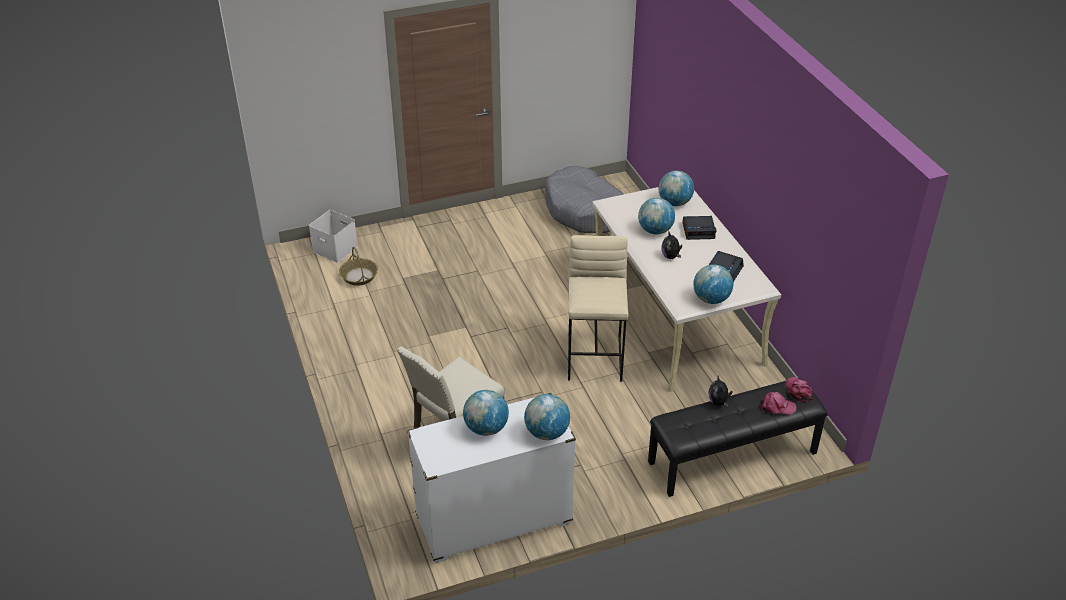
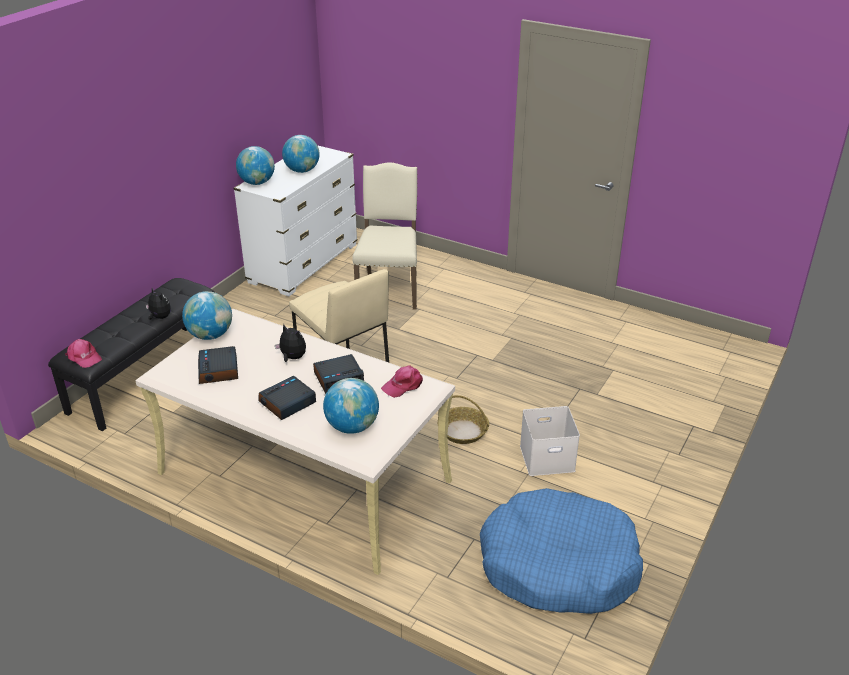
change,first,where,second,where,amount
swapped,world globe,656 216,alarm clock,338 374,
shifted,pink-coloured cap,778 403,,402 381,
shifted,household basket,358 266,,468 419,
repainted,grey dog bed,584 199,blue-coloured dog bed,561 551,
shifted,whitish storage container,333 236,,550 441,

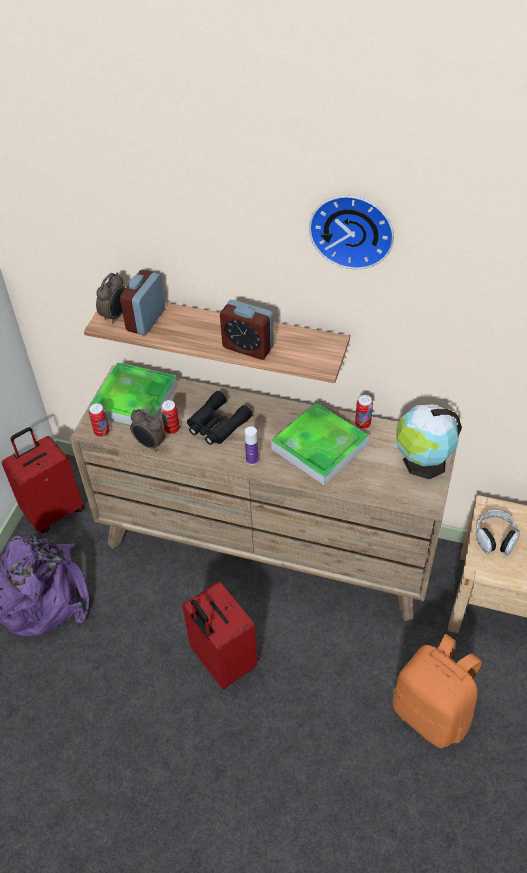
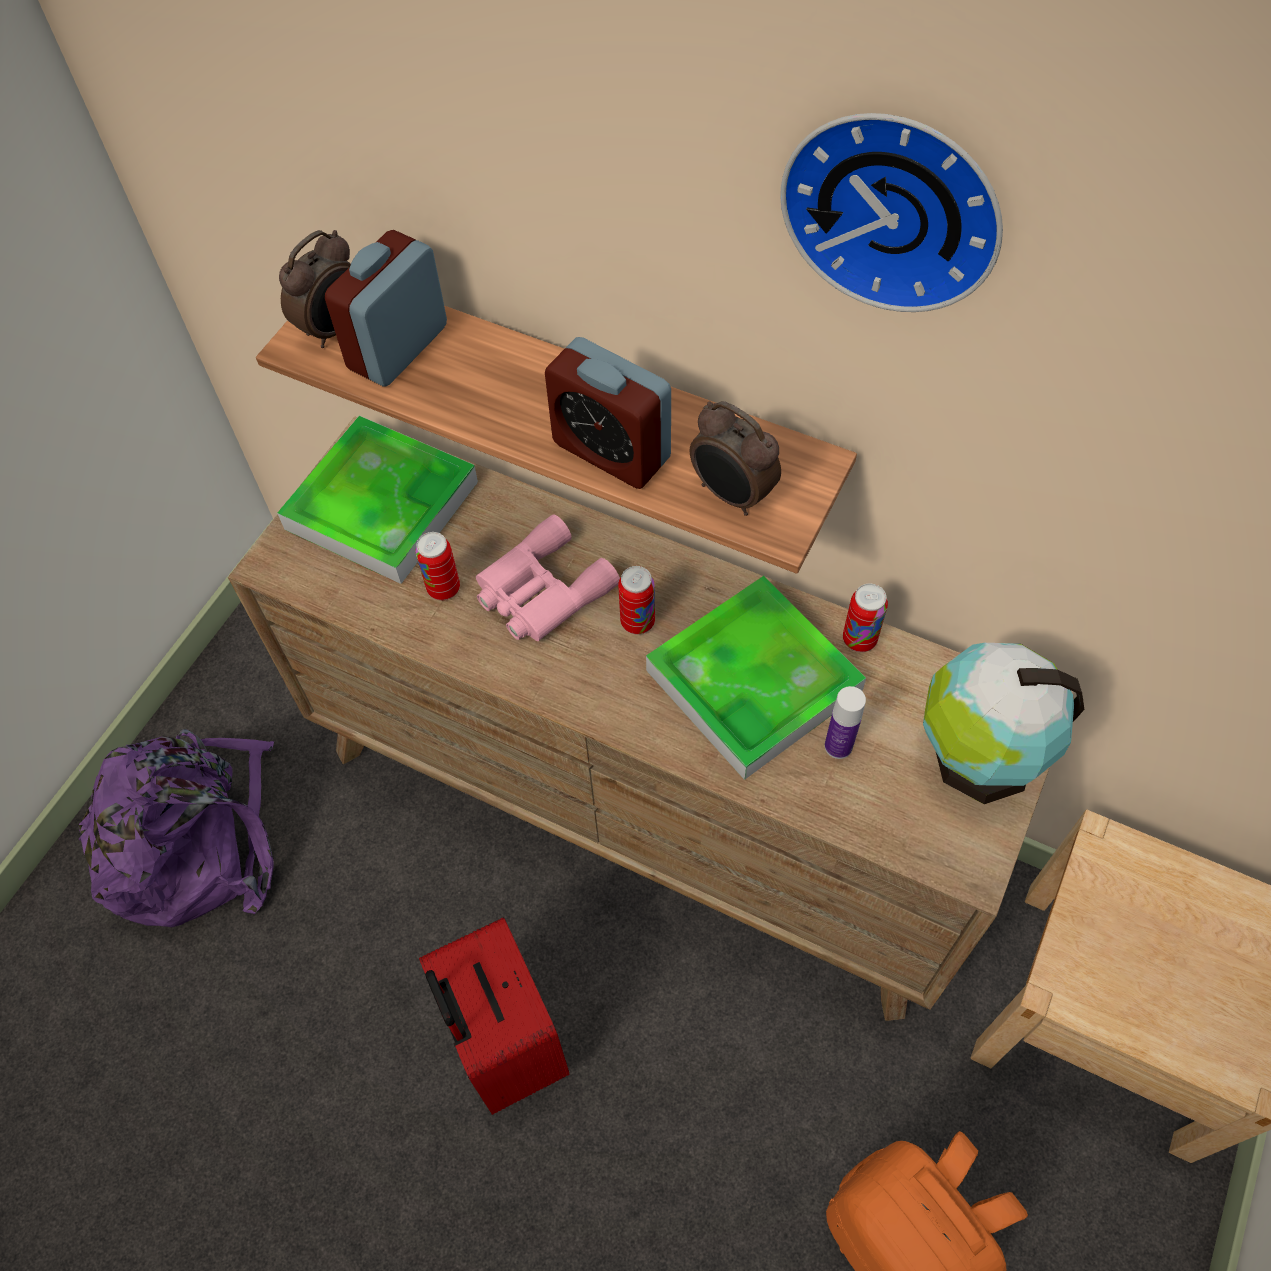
change,first,where,second,where,amount
repainted,black-coloured binoculars,220 418,pink-coloured binoculars,548 577,
shifted,sealed can,99 420,,636 600,
shifted,alarm clock,148 430,,735 458,
shifted,beverage bottle,251 445,,845 722,
gone,red piece of luggage,43 480,,,
gone,headset,497 532,,,

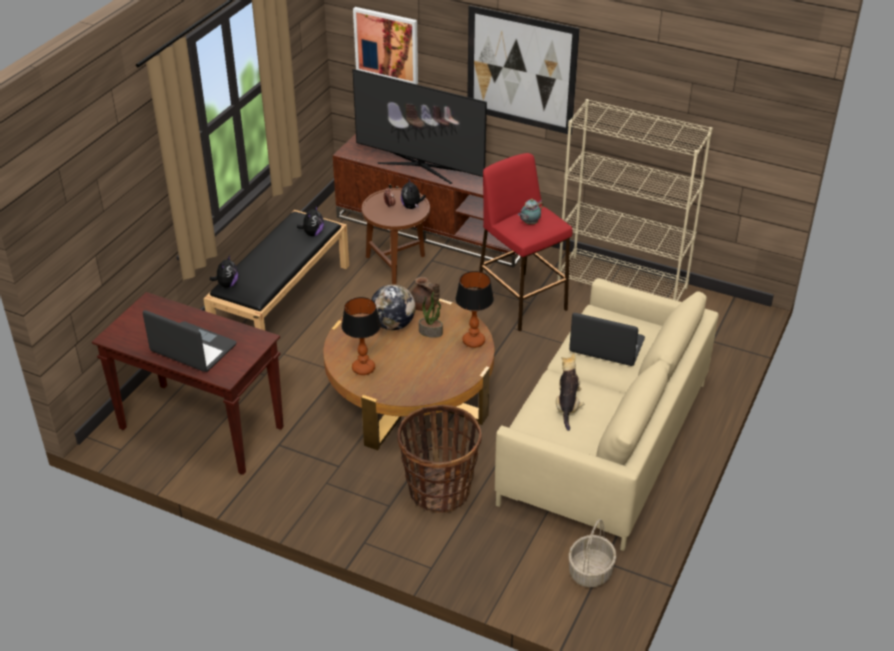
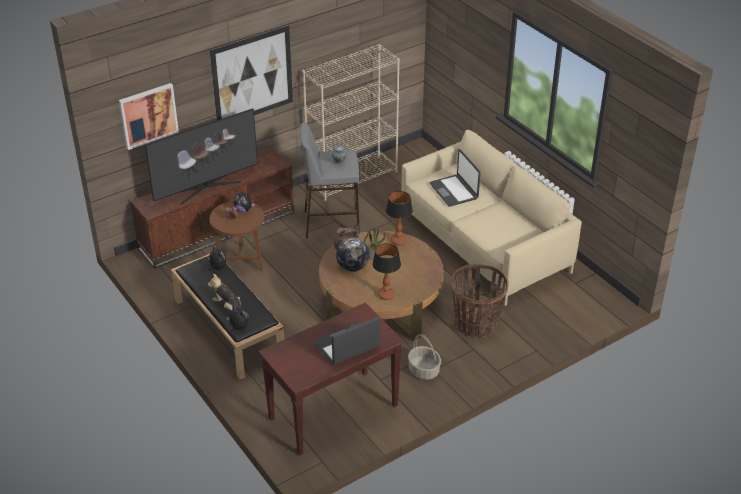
change,first,where,second,where,amount
shifted,cuddly toy,570 392,,228 295,
repainted,red stool seat,525 242,grey stool seat,330 180,
shifted,household basket,592 553,,424 357,
rotated,laptop,607 339,,455 178,75 degrees counterclockwise

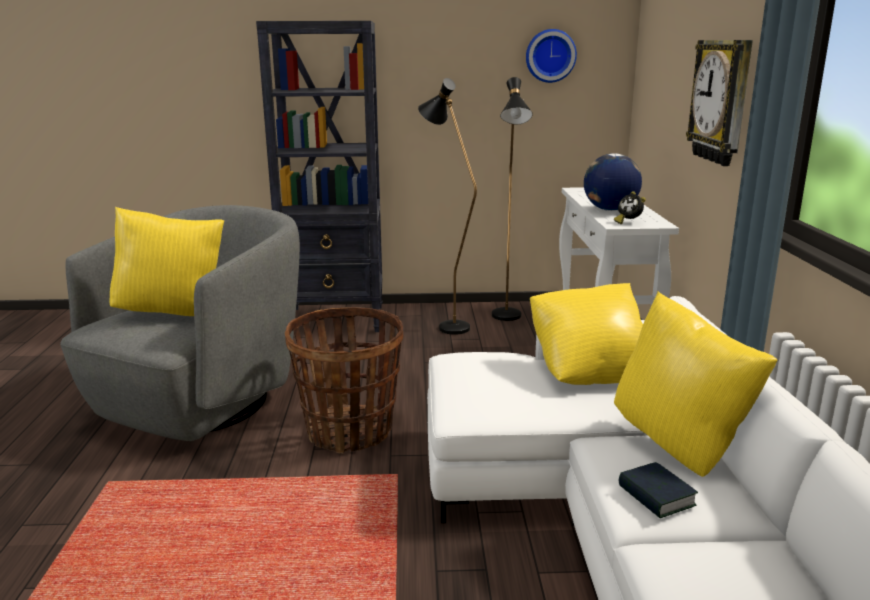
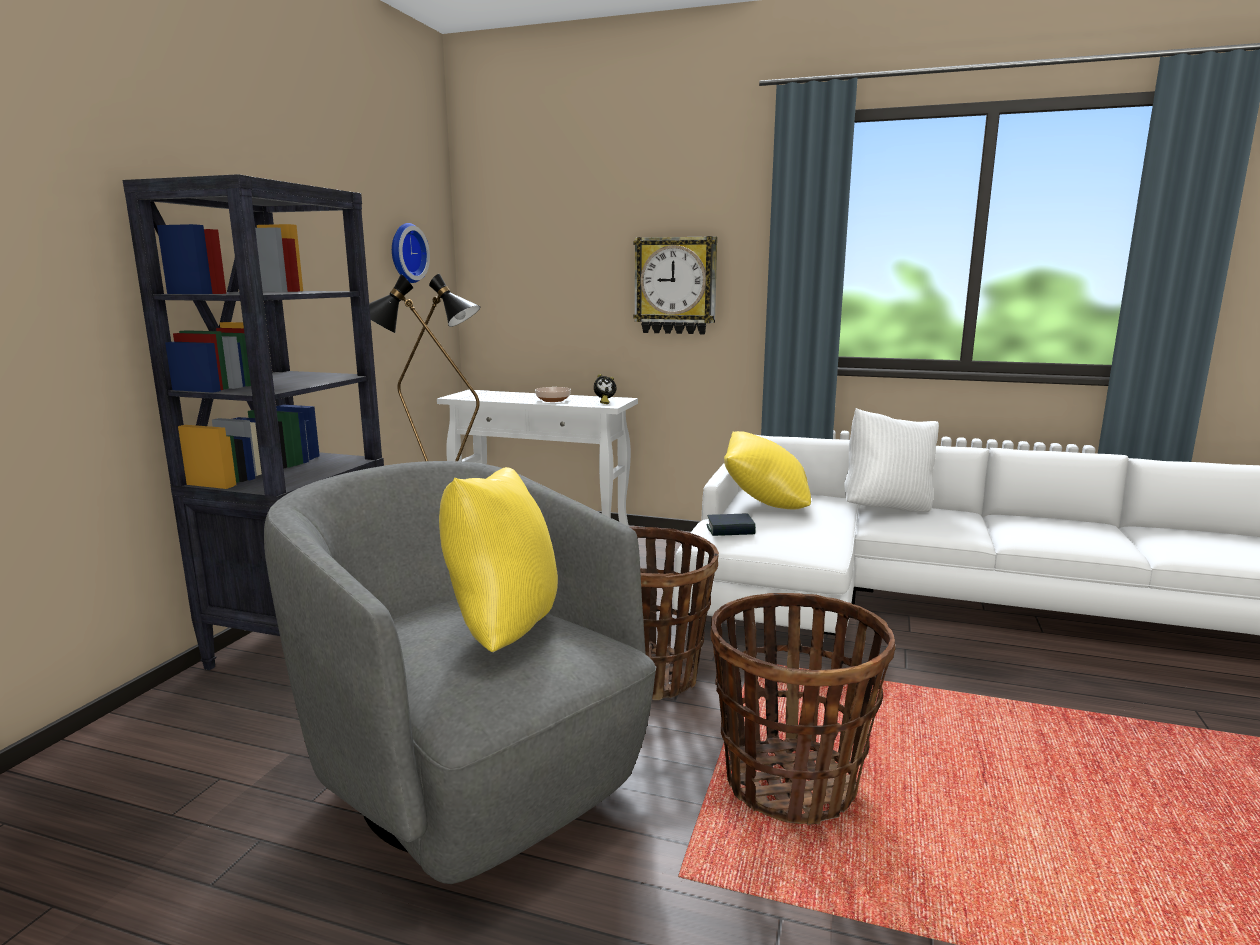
change,first,where,second,where,amount
swapped,world globe,613 182,deep dish,553 394,
shifted,book,658 490,,731 525,
new,,,household basket,802 709,
repainted,yellow-coloured pillow,696 384,whitish pillow,891 460,

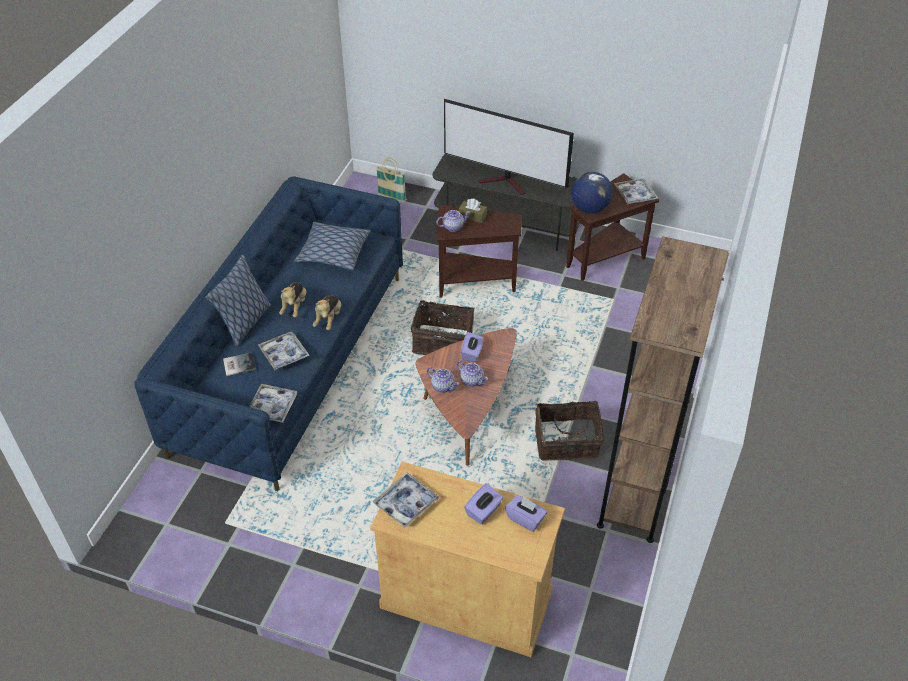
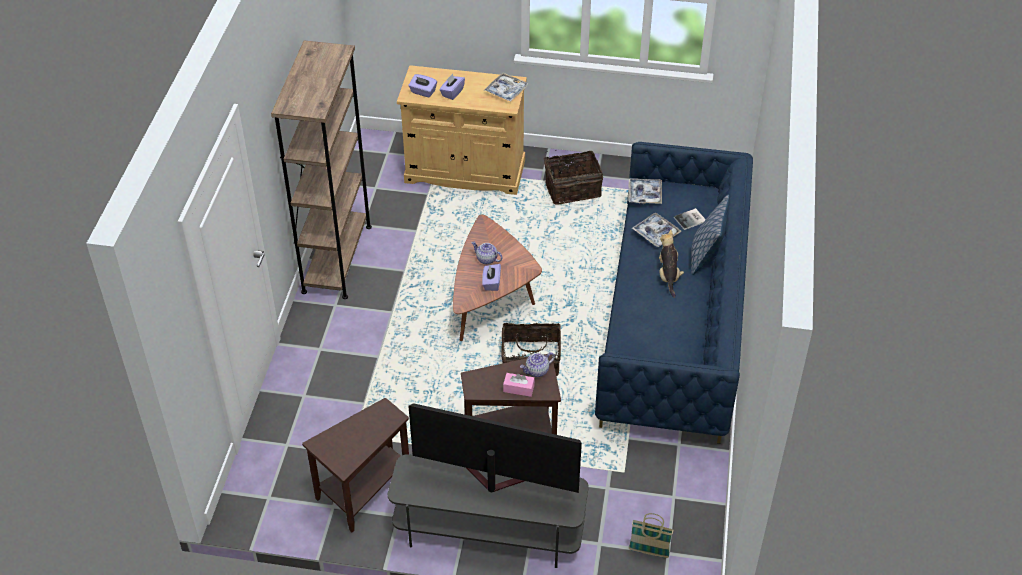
change,first,where,second,where,amount
repainted,brown box of tissues,473 211,pink-coloured box of tissues,519 385,
shifted,household basket,569 431,,573 178,
gone,pillow,332 246,,,
gone,cuddly toy,327 312,,,
gone,tea pot,443 380,,,
gone,world globe,592 193,,,
gone,carrying tray,636 191,,,

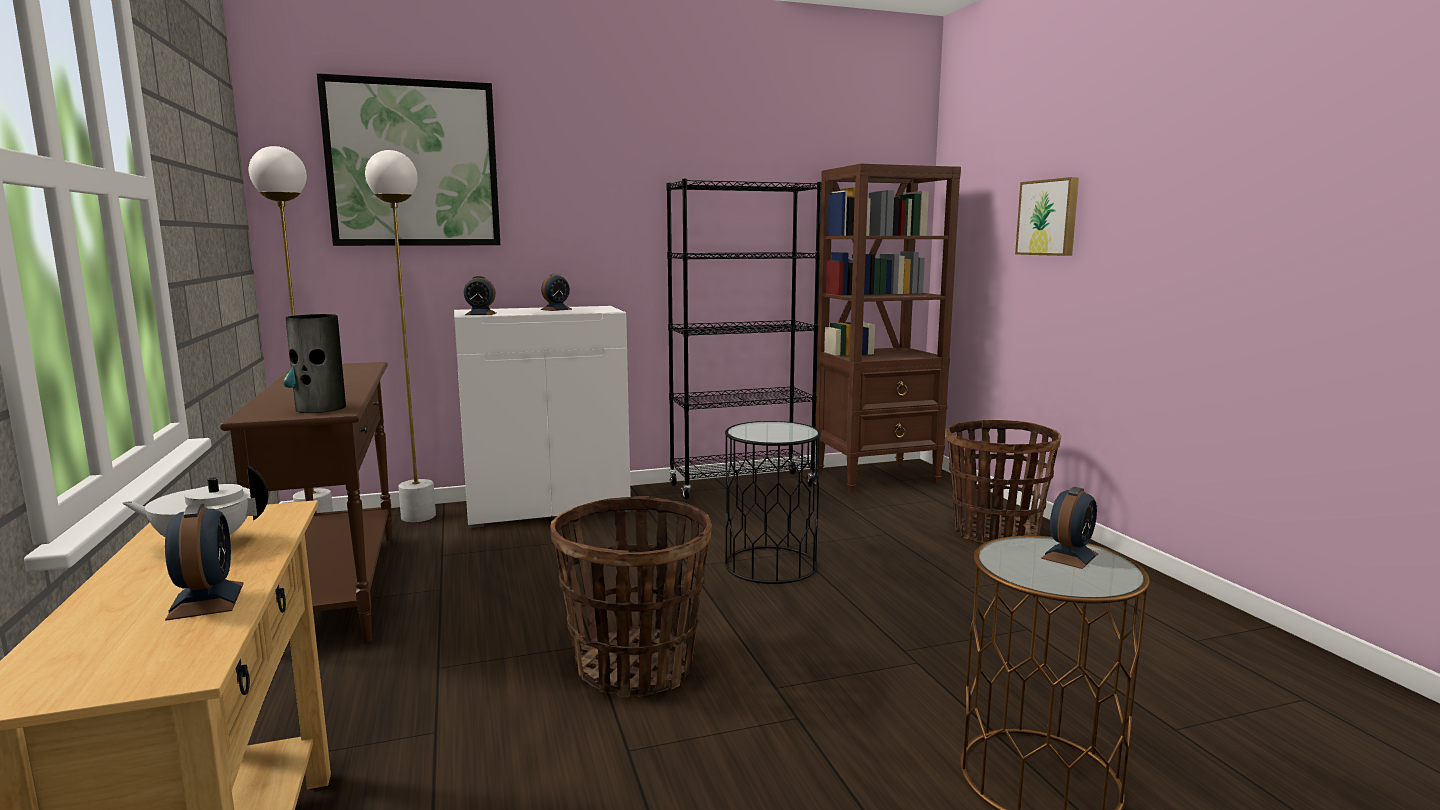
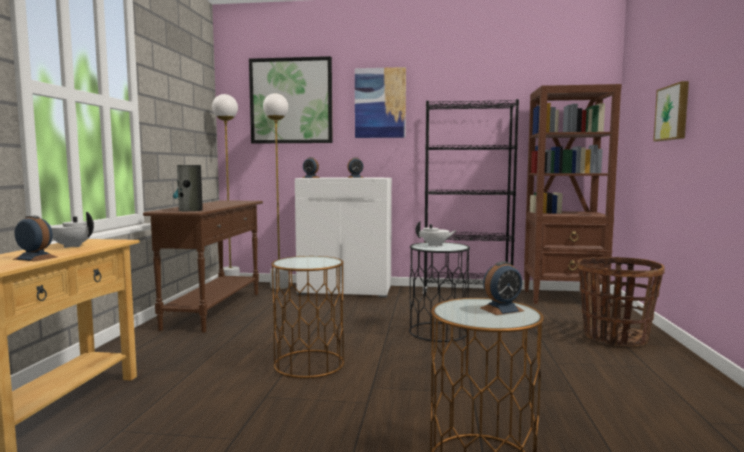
change,first,where,second,where,amount
rotated,alarm clock,204 562,,35 238,75 degrees counterclockwise
swapped,household basket,631 596,brown end table,307 317,
new,,,wall picture,380 102,
new,,,whitish tea pot,436 234,

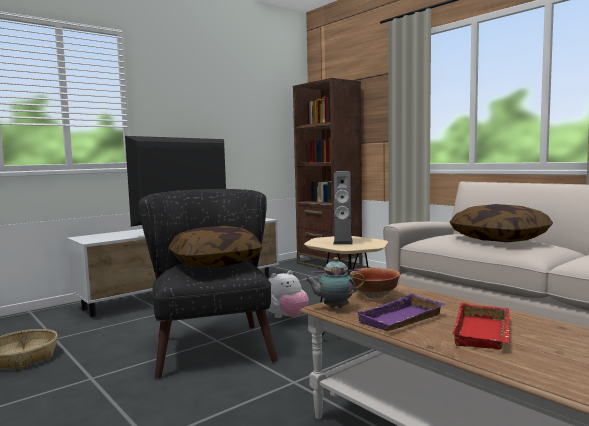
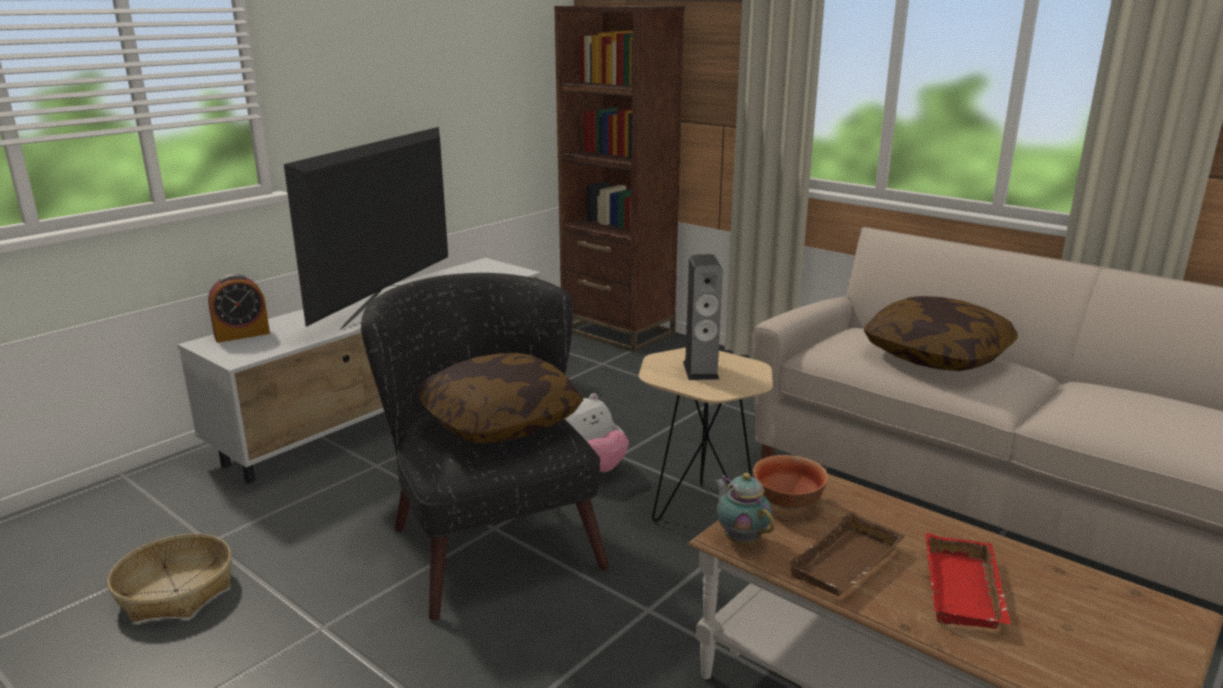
change,first,where,second,where,amount
new,,,alarm clock,239 308,
rotated,tea pot,334 282,,744 508,75 degrees clockwise
repainted,purple-coloured carrying tray,400 312,brown carrying tray,846 553,

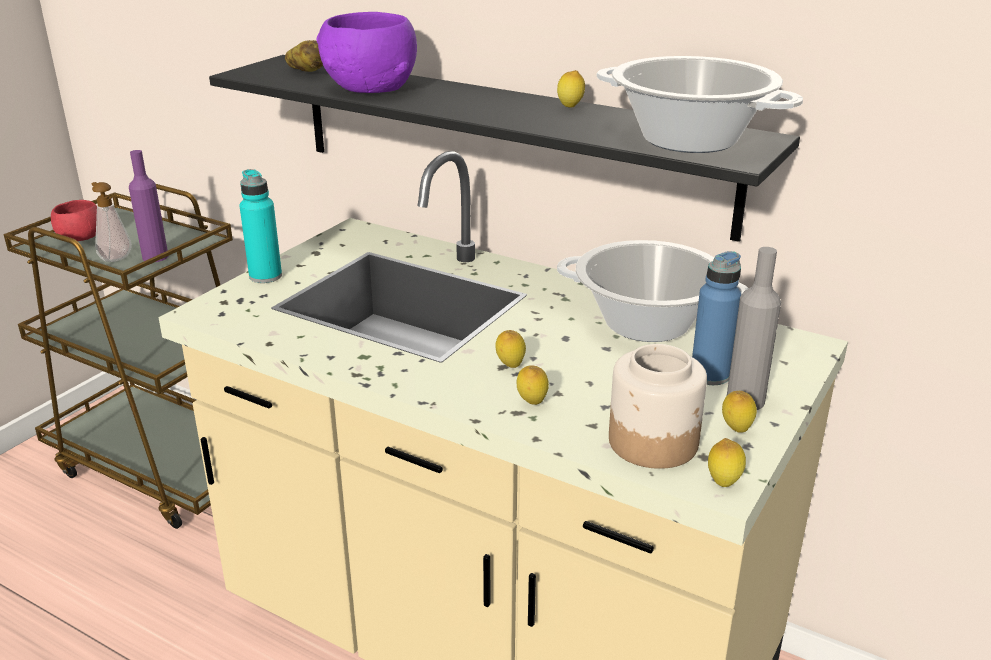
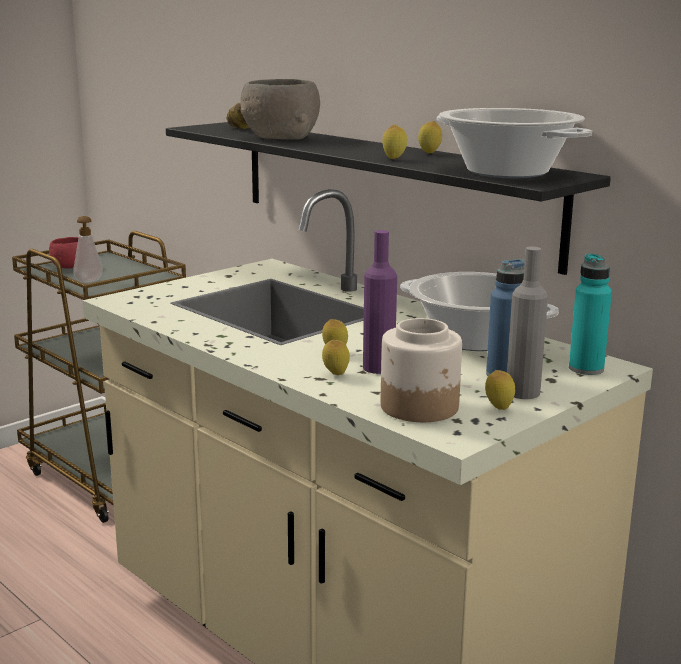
change,first,where,second,where,amount
repainted,purple-coloured deep dish,366 52,grey deep dish,280 109,
shifted,purple-coloured beverage bottle,148 206,,380 302,
shifted,citrus fruit,727 462,,394 141,
shifted,turquoise-coloured beverage bottle,260 226,,590 314,

